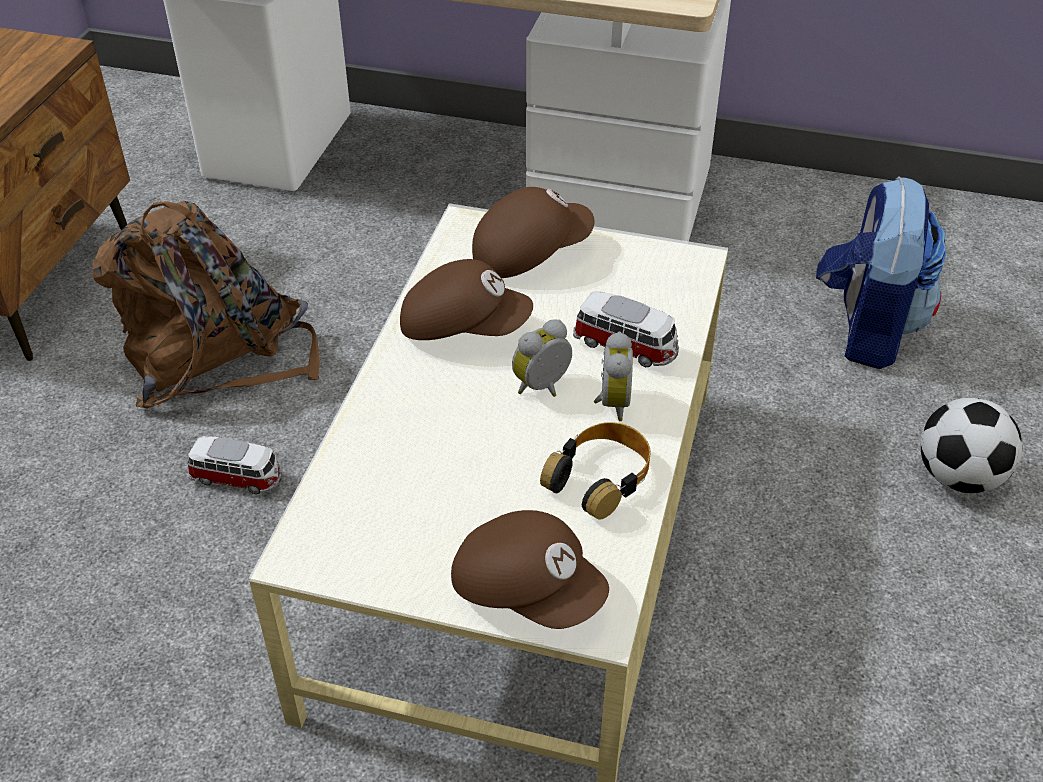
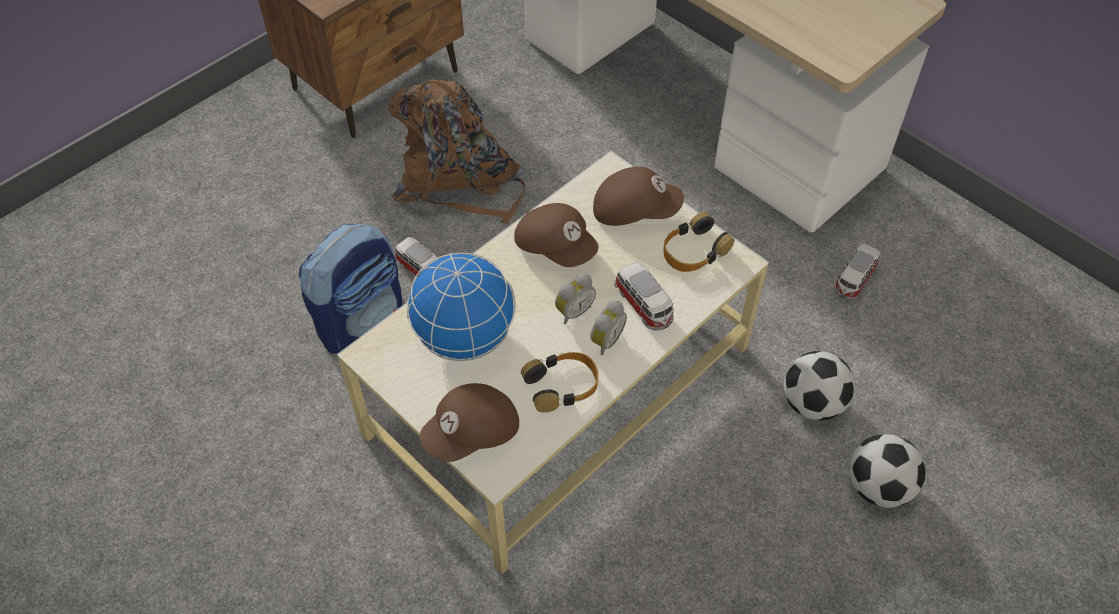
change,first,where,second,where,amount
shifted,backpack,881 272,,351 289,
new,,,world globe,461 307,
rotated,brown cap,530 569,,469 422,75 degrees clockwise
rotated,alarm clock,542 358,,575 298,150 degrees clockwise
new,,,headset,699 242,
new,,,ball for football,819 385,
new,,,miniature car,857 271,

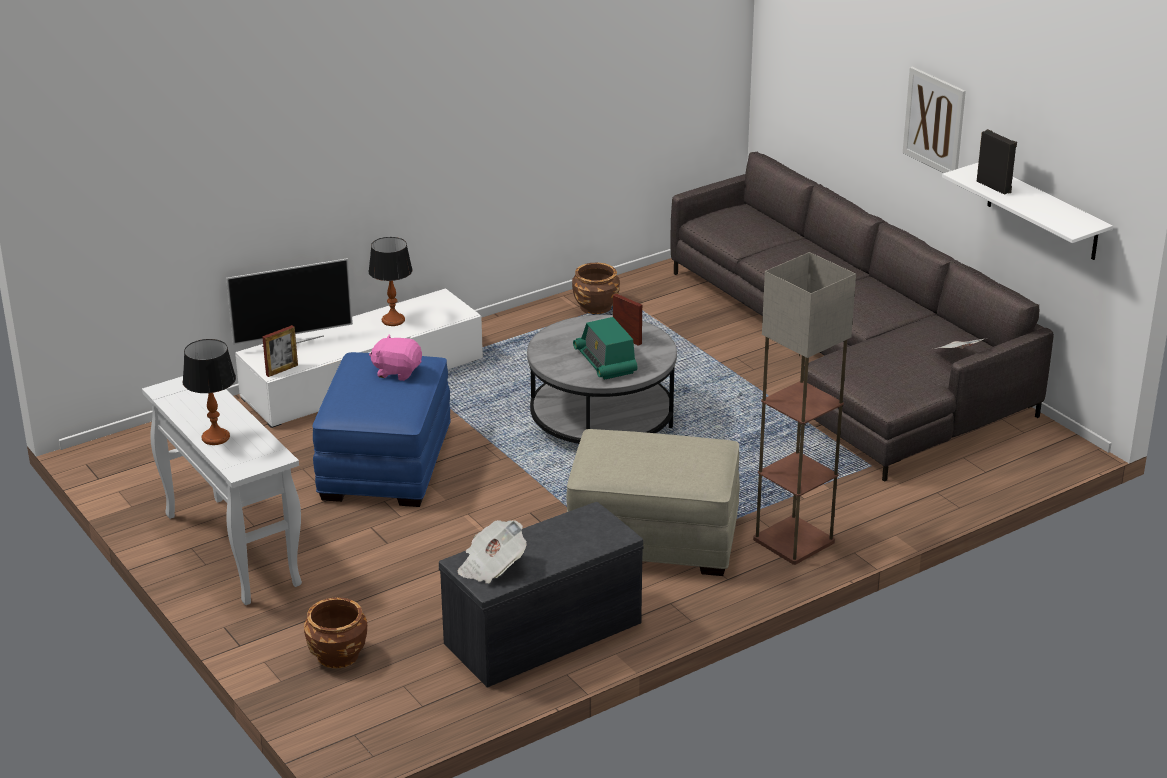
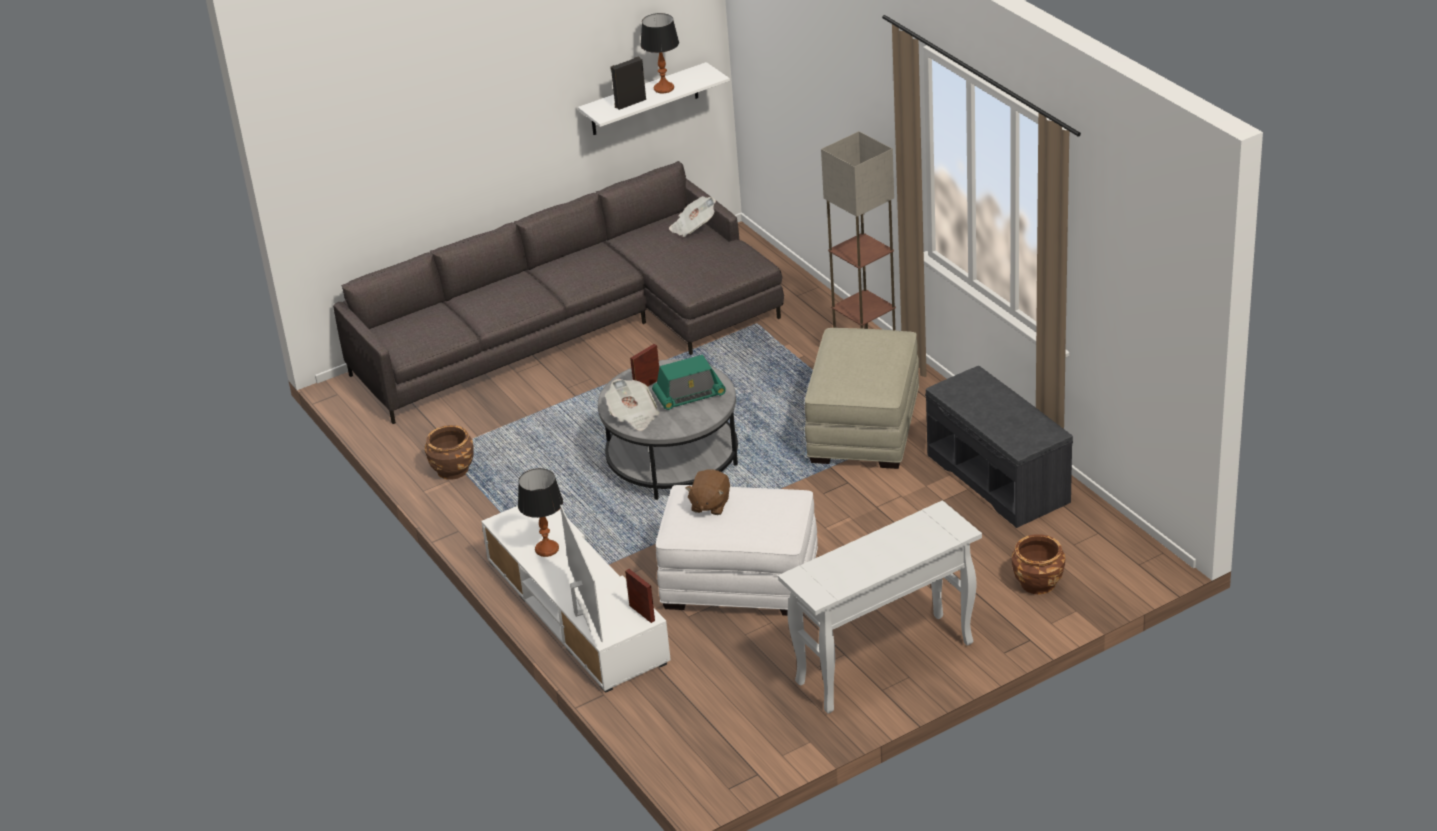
change,first,where,second,where,amount
shifted,printed paper,492 551,,632 405,
shifted,tabletop lamp,209 392,,659 53,
repainted,blue-coloured ottoman,381 429,whitish ottoman,737 550,
repainted,pink-coloured cuddly toy,395 357,brown cuddly toy,707 492,
gone,wall picture,934 120,,,

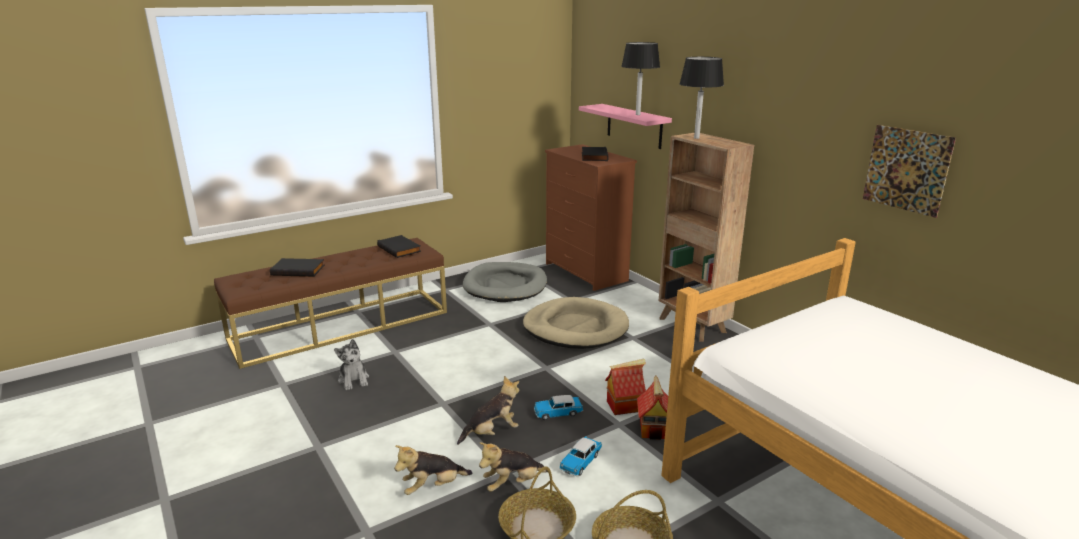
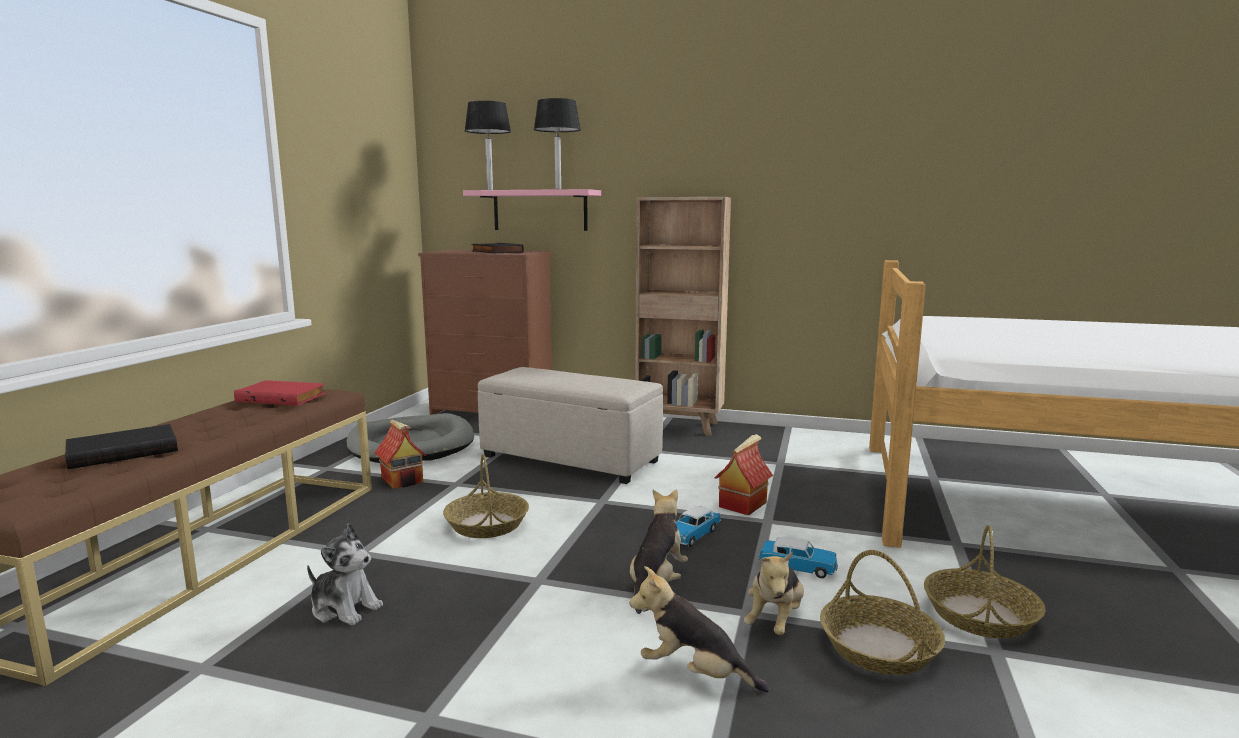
change,first,where,second,where,amount
repainted,black-coloured book,399 246,red book,280 393,
shifted,miniature house,652 408,,400 454,
new,,,household basket,486 496,
shifted,black-coloured tabletop lamp,701 98,,488 145,
swapped,sand-coloured dog bed,576 323,sand-coloured ottoman,570 425,
rotated,cuddly toy,433 470,,699 629,90 degrees clockwise
rotated,miniature car,580 456,,798 557,60 degrees counterclockwise
gone,wall picture,909 171,,,

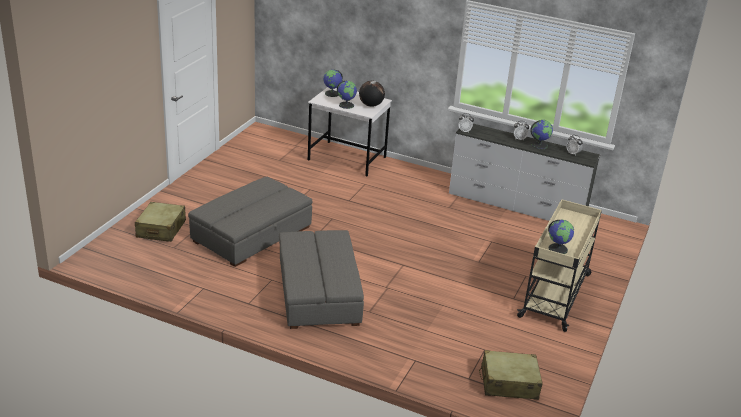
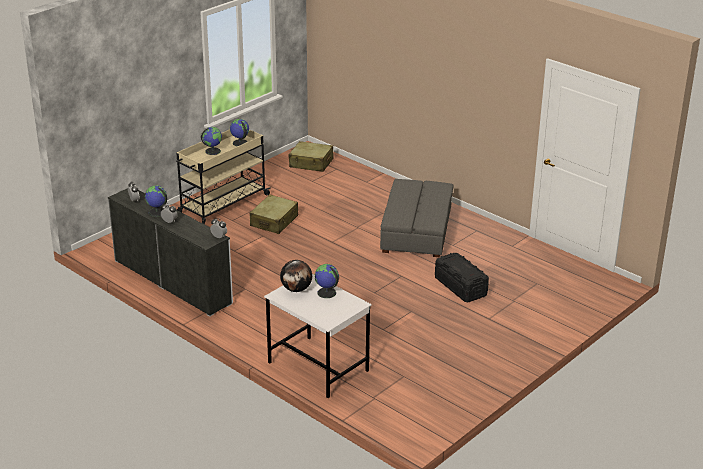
change,first,where,second,where,amount
shifted,world globe,333 83,,211 141,
shifted,sand-coloured piece of luggage,160 222,,274 214,
swapped,grey ottoman,250 222,black-coloured storage container,462 277,

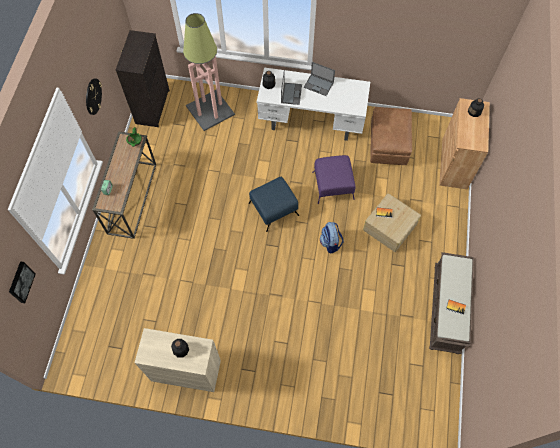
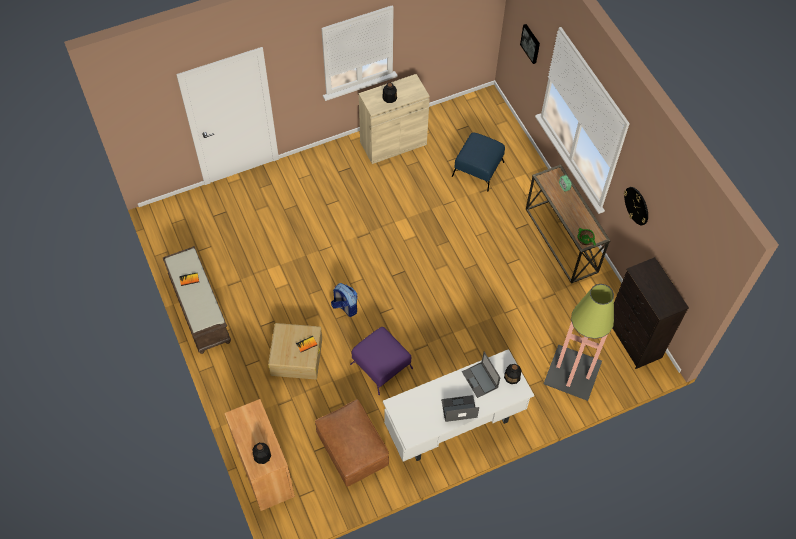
change,first,where,second,where,amount
shifted,blue-coloured ottoman,274 204,,478 161,

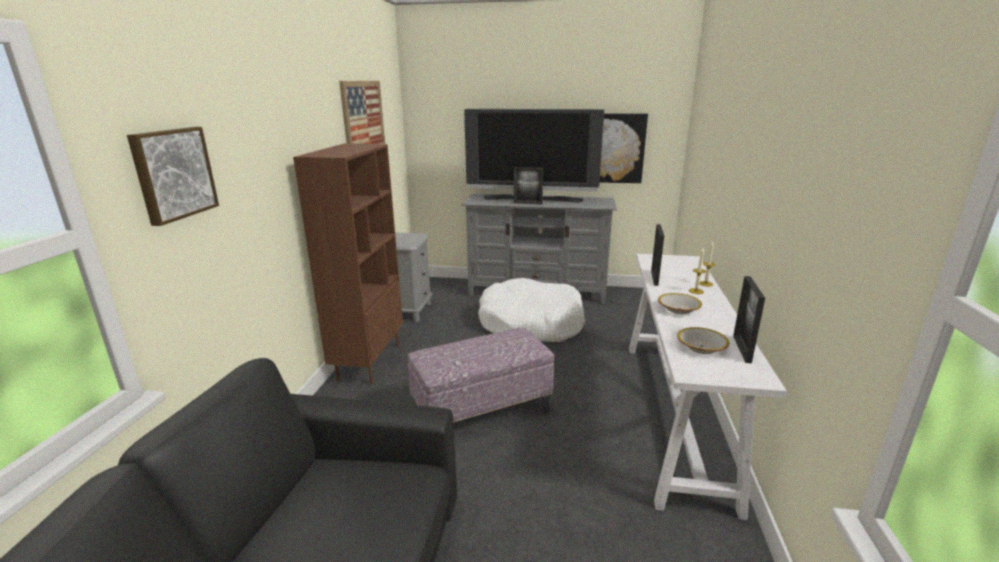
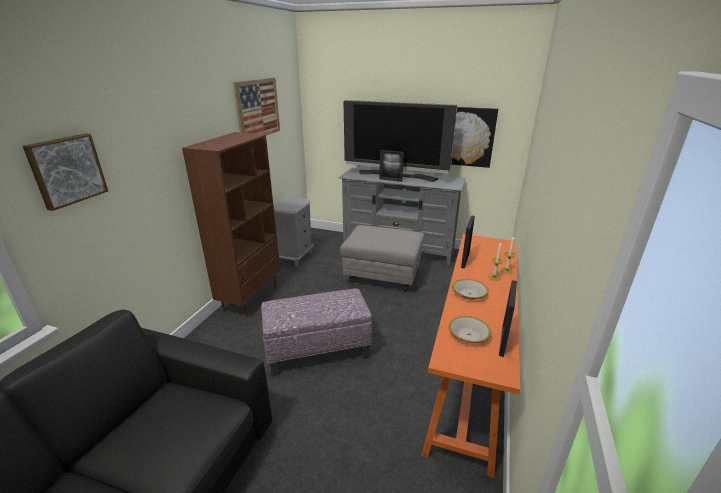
change,first,where,second,where,amount
swapped,whitish dog bed,531 310,grey ottoman,382 258,
repainted,whitish console table,708 387,orange console table,471 356,

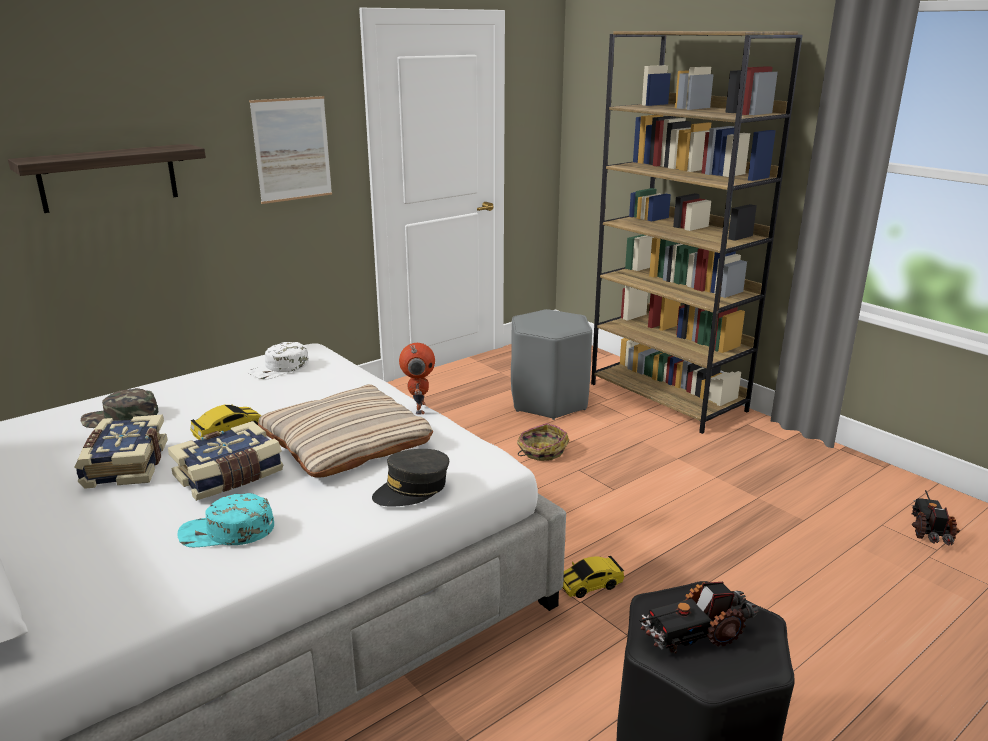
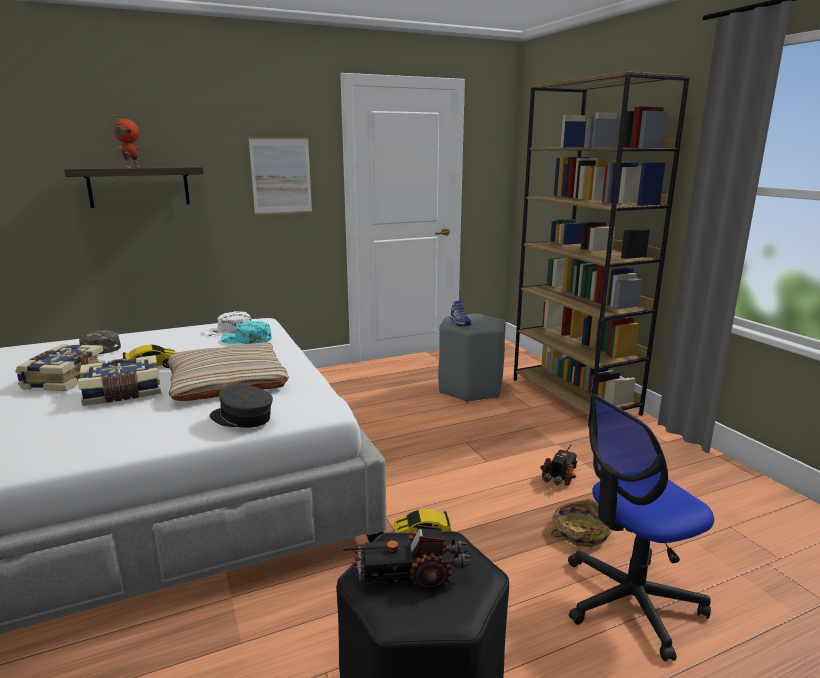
change,first,where,second,where,amount
shifted,robot figure,417 379,,126 141,
rotated,grey cap,410 478,,241 406,45 degrees clockwise
shifted,turquoise-coloured cap,225 520,,246 332,
new,,,low shoe,460 313,
shifted,toy lorry,936 518,,559 465,
shifted,household basket,543 442,,581 523,
new,,,office chair,641 527,

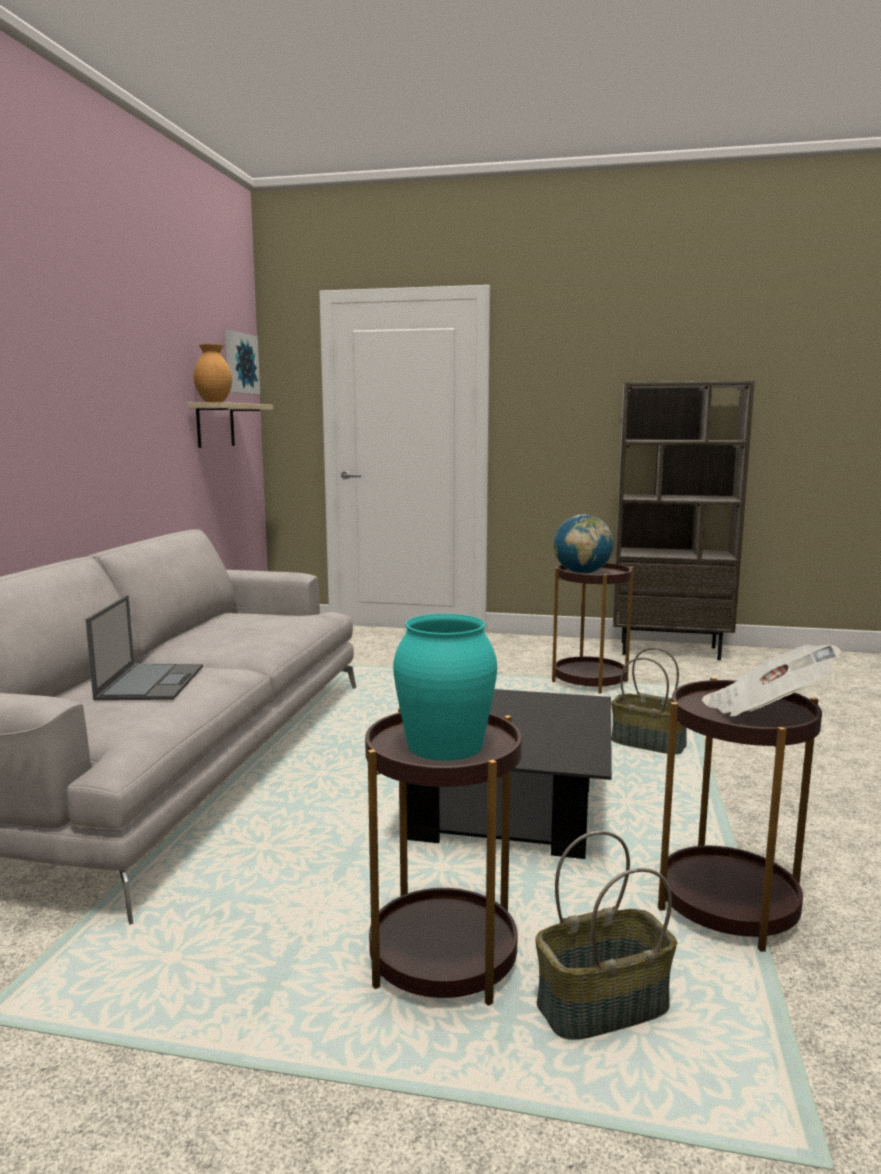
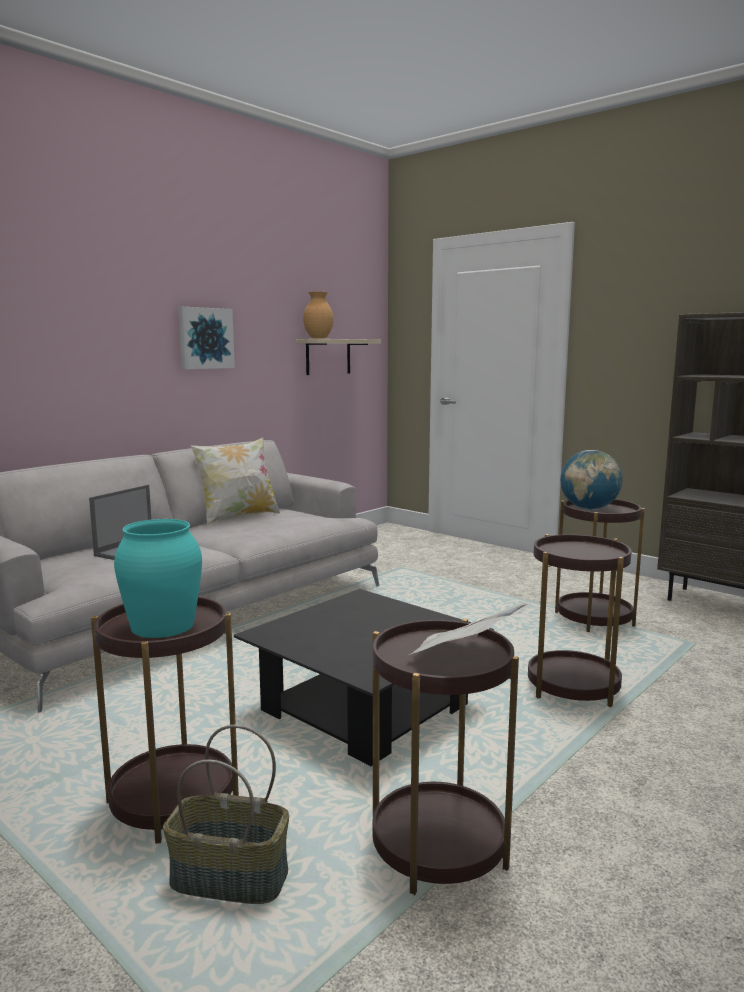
change,first,where,second,where,amount
shifted,wall picture,242 362,,206 338,
new,,,pillow,235 481,
swapped,household basket,649 701,brown end table,580 620,

